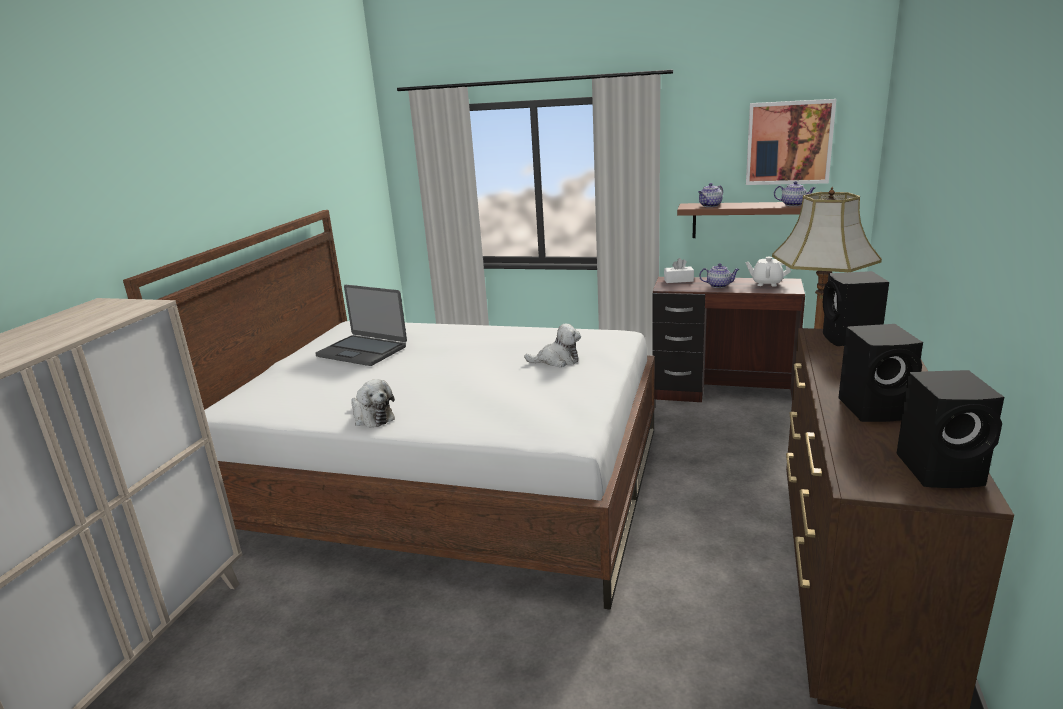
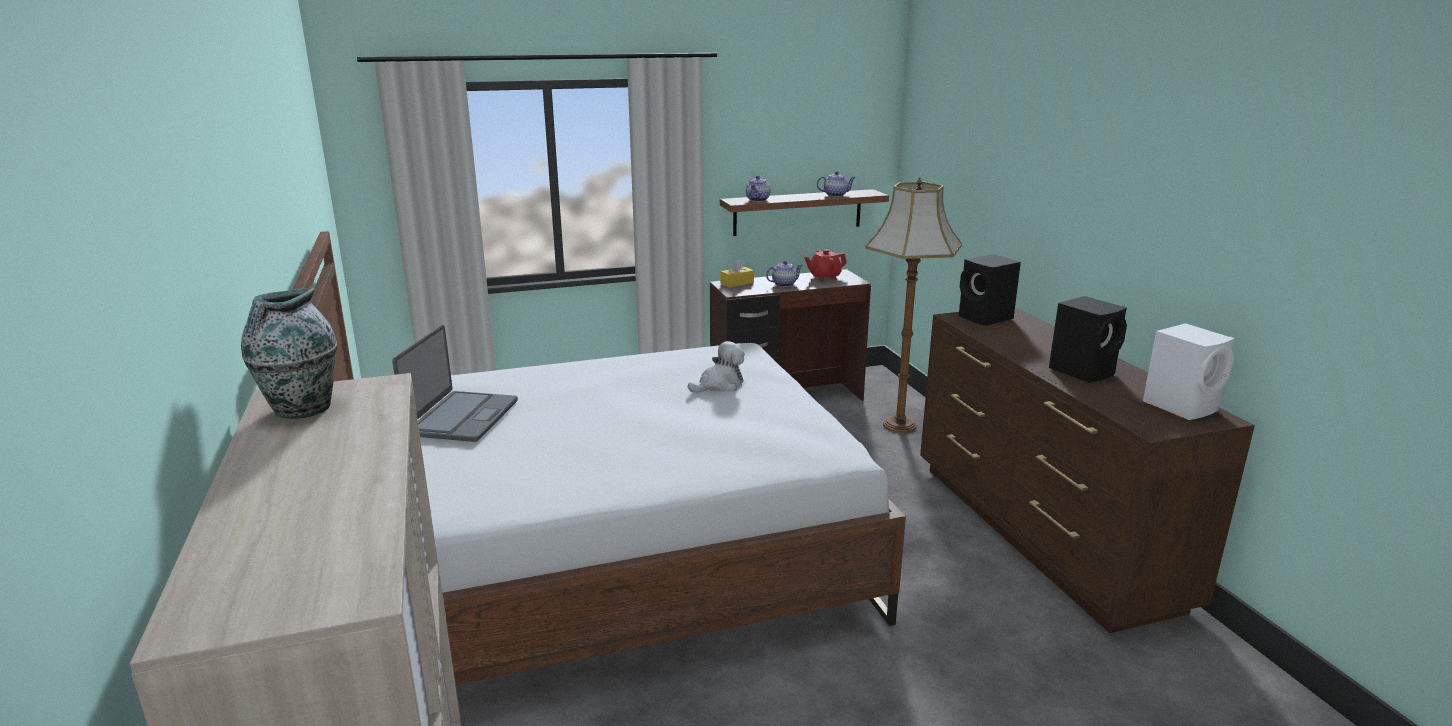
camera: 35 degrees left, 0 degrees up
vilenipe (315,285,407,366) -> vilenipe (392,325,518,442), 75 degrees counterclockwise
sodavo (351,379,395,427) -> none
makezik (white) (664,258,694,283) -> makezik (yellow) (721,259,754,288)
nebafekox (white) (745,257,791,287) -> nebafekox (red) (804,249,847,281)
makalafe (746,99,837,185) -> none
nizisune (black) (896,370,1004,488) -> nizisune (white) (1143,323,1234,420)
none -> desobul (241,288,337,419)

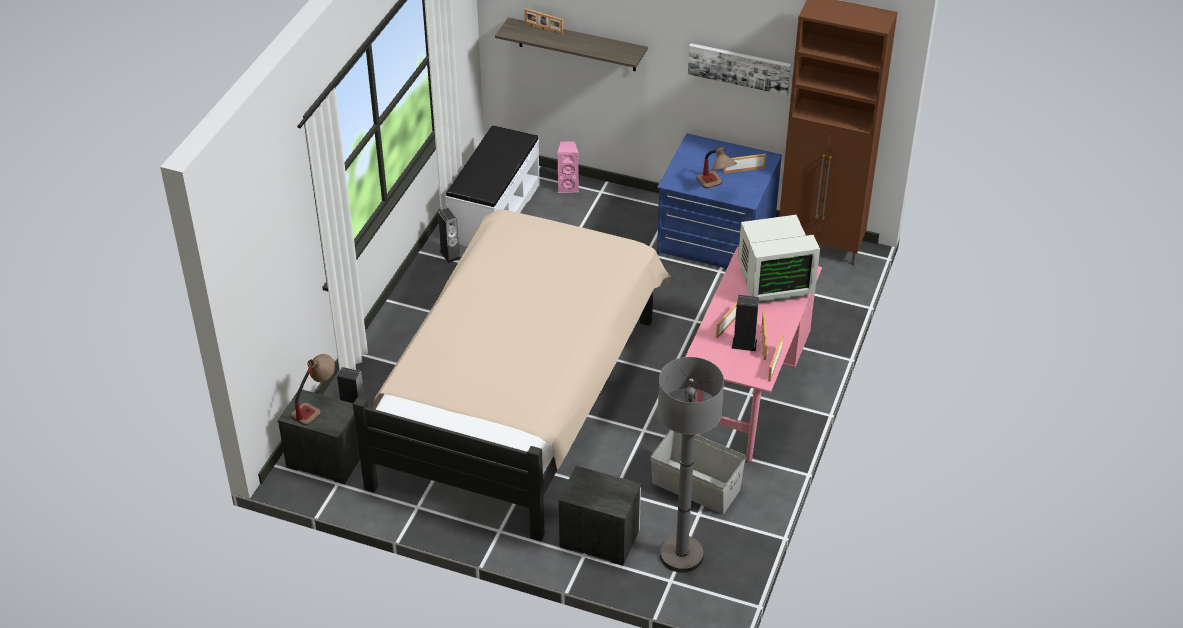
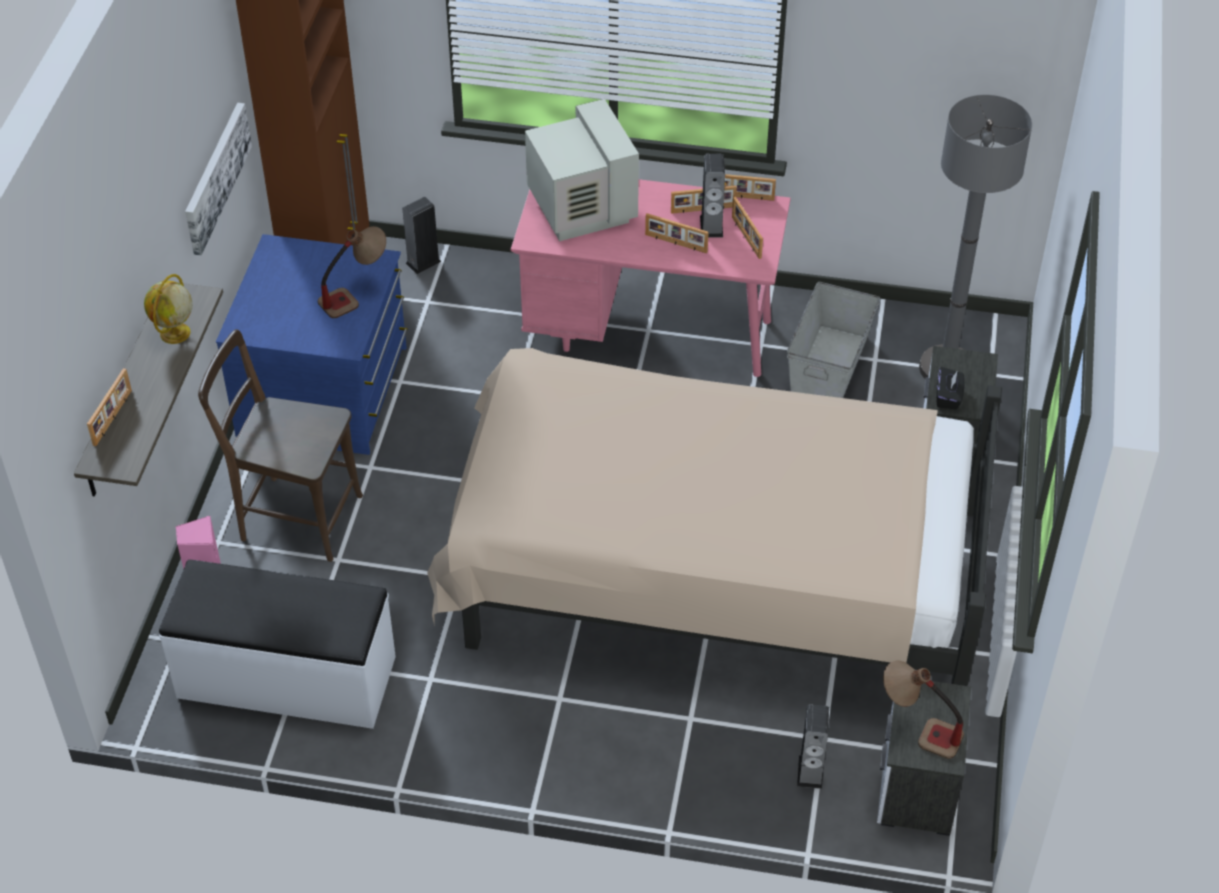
camera: 100 degrees left, 5 degrees up
nizisune (438,208,461,263) -> nizisune (402,196,441,274), relocated
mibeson (723,154,766,174) -> mibeson (732,197,763,259), relocated
none -> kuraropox (144,274,192,344)
none -> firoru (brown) (198,329,363,562)
none -> makezik (black) (936,367,964,409)

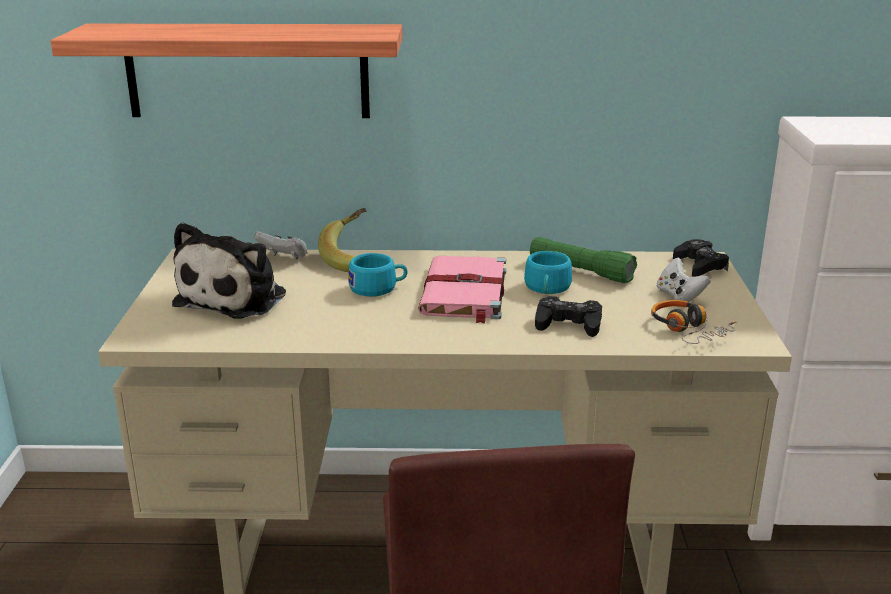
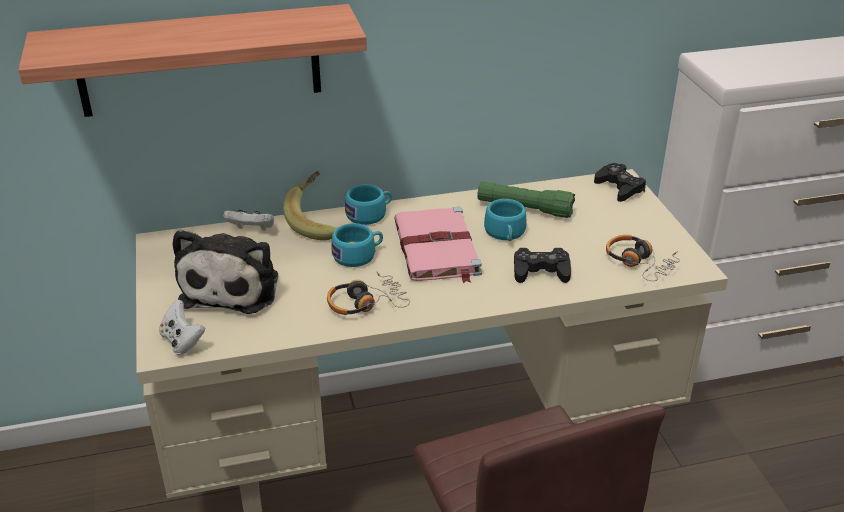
camera: 15 degrees left, 10 degrees up
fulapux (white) (657,257,710,302) -> fulapux (white) (159,300,205,355), relocated
none -> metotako (327,272,410,315)
none -> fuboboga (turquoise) (345,184,392,225)

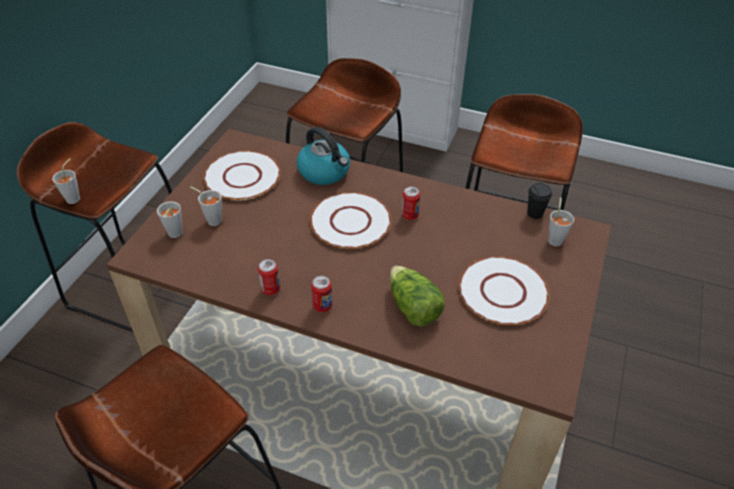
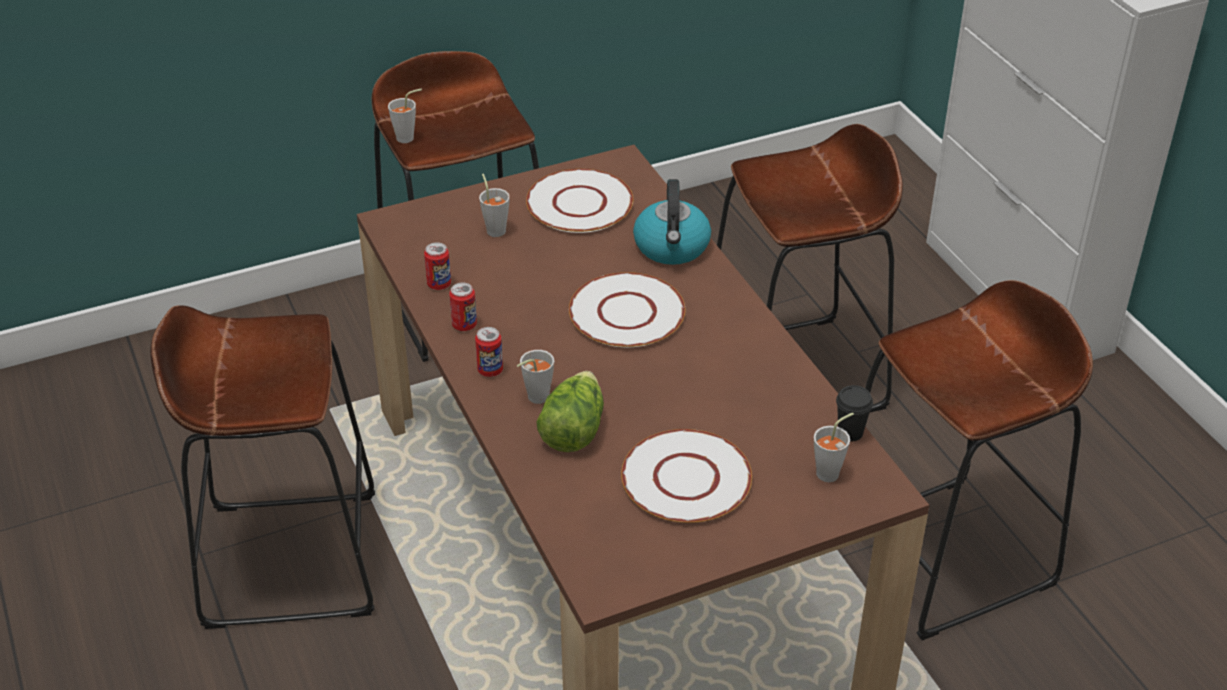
camera: 45 degrees right, 5 degrees down
fuboboga (grey) (157,201,183,238) -> fuboboga (grey) (517,350,554,404), relocated
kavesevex (402,187,420,220) -> kavesevex (424,242,451,290), relocated

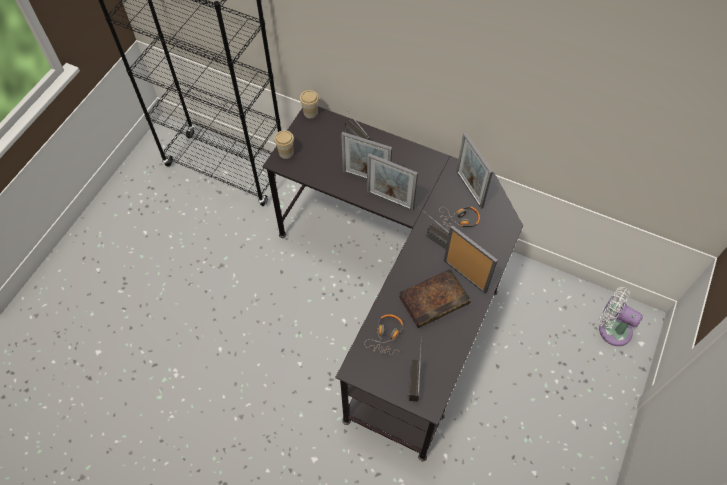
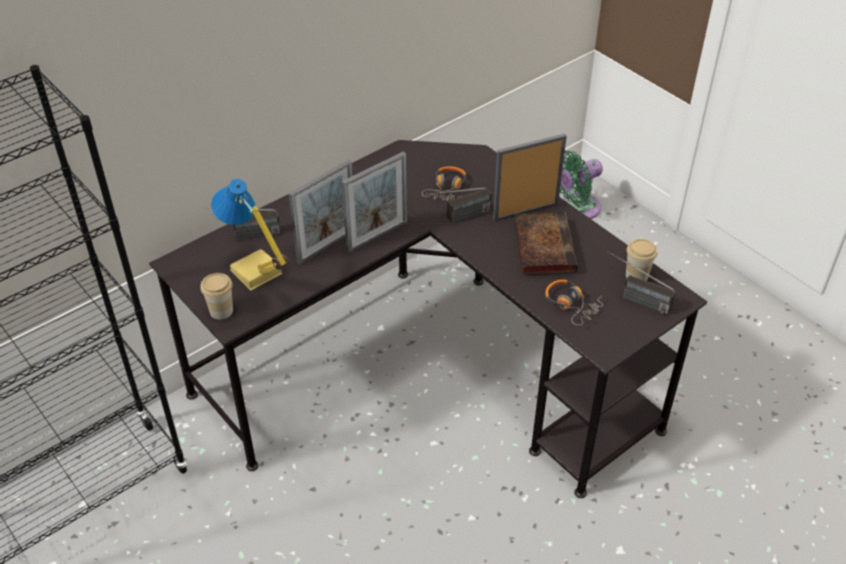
camera: 65 degrees left, 15 degrees down
fuboboga (300,90,319,118) -> fuboboga (626,239,658,281), relocated
mibeson (456,132,493,209) -> none
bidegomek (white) (599,287,643,346) -> bidegomek (green) (560,151,603,219)
none -> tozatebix (211,179,289,291)

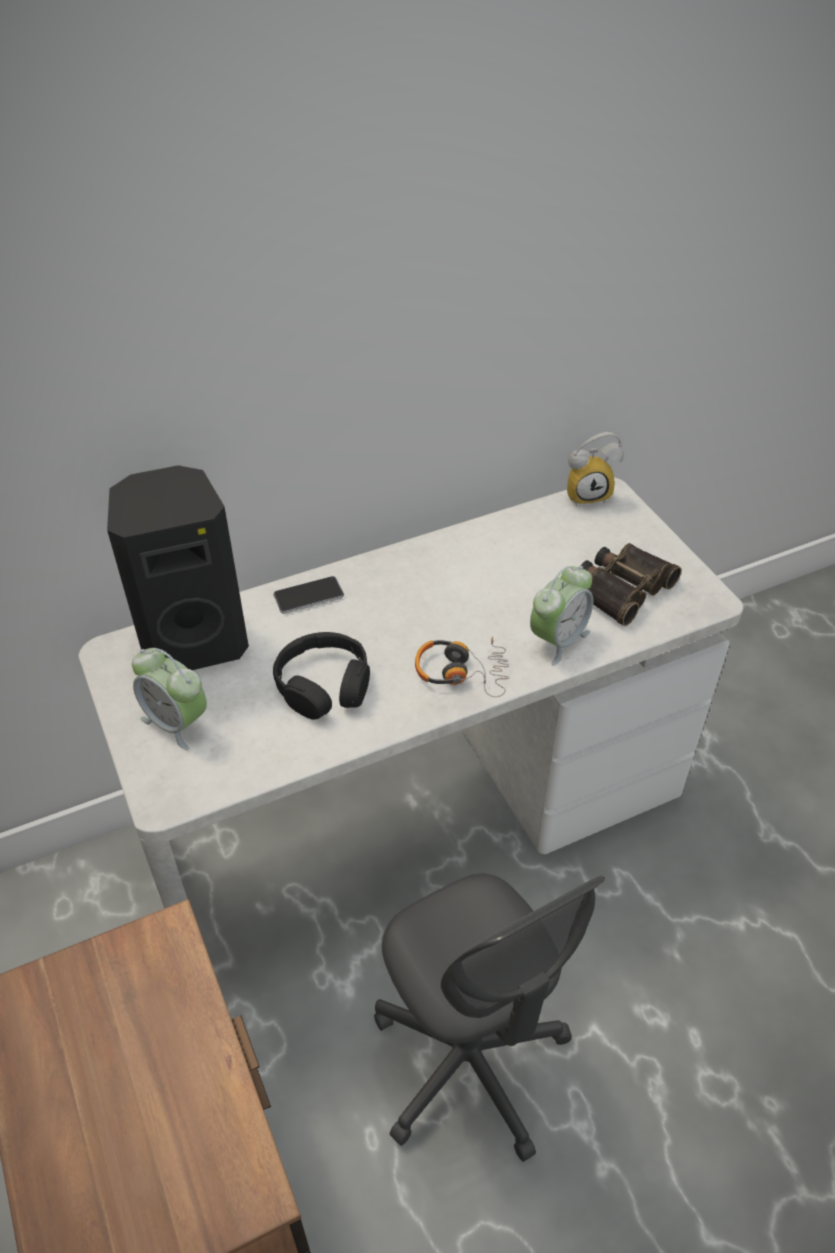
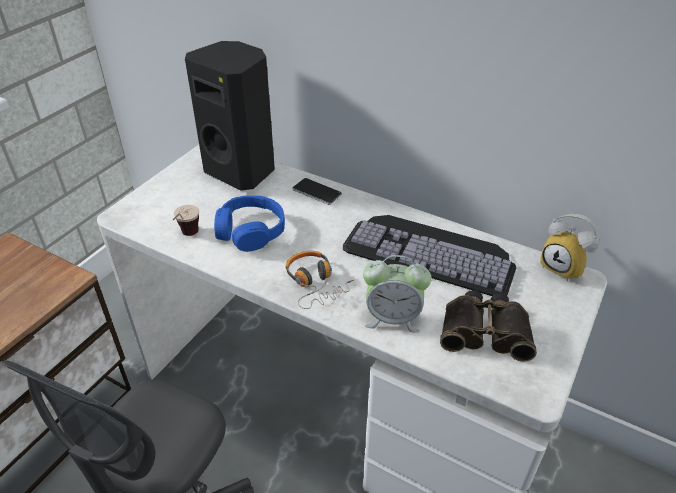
camera: 55 degrees right, 5 degrees down
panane (132,647,207,750) -> none
metotako (black) (273,632,370,720) -> metotako (blue) (214,195,285,252)
none -> fuboboga (173,205,199,236)
none -> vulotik (343,215,516,296)

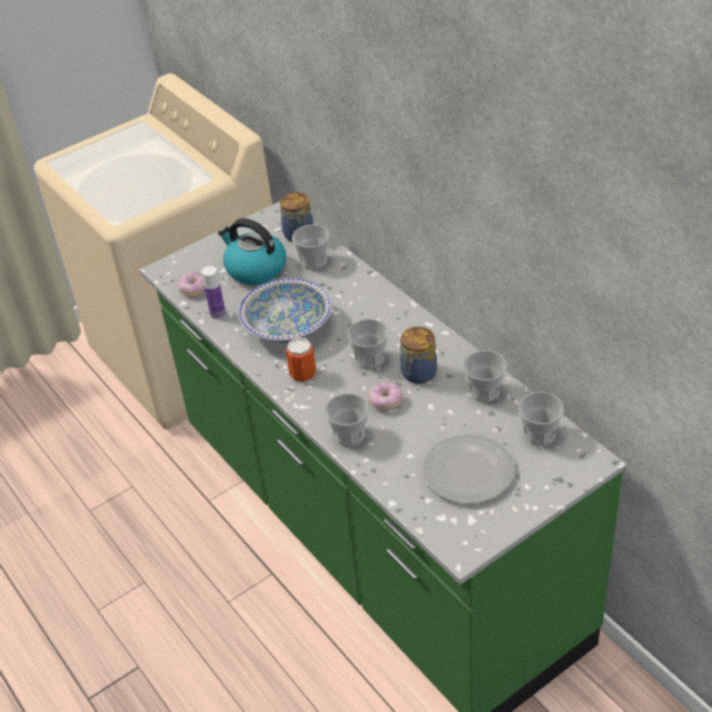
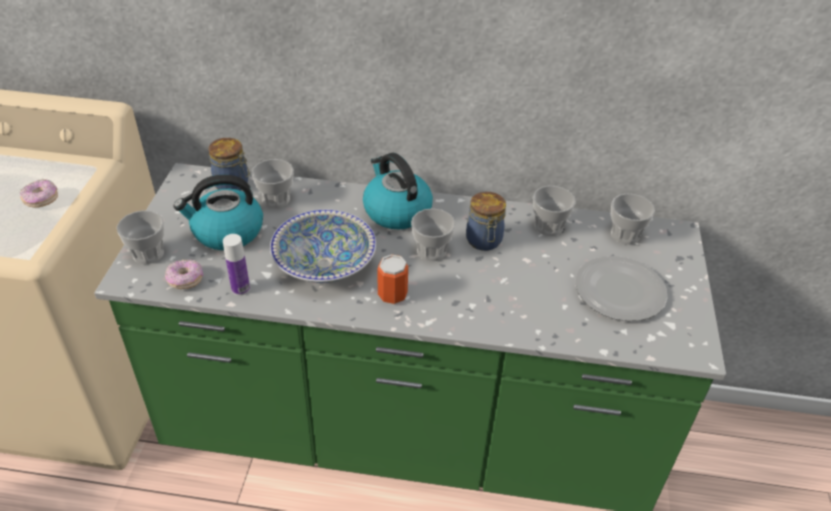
camera: 50 degrees left, 0 degrees up
fuboboga (325,394,369,447) -> fuboboga (117,210,165,264), relocated
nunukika (368,382,402,410) -> nunukika (20,179,58,208), relocated
none -> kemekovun (363,153,433,229)

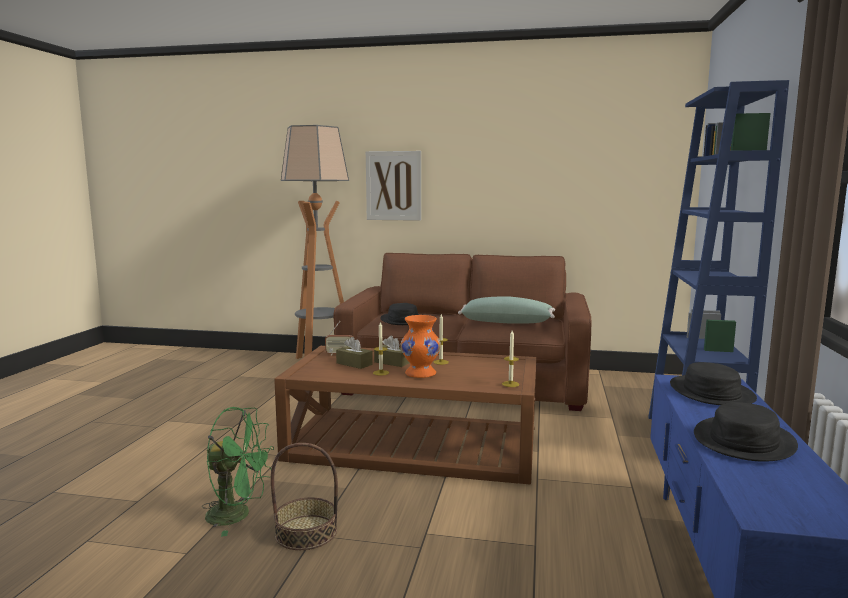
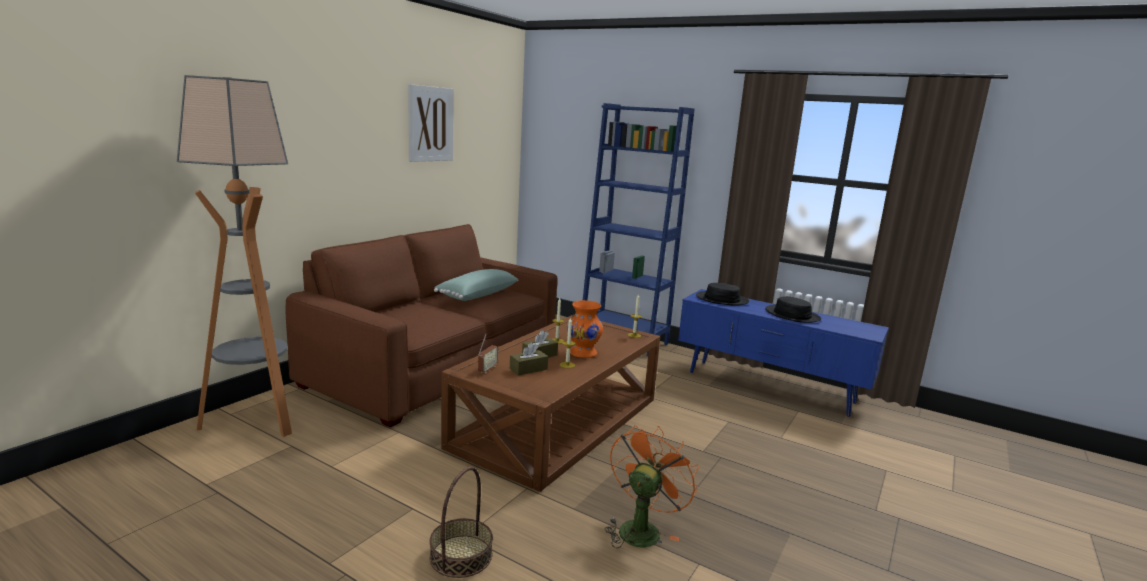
camera: 70 degrees left, 5 degrees up
bidegomek (green) (202,407,274,537) -> bidegomek (orange) (605,425,699,548)
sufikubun (271,443,338,550) -> sufikubun (430,467,493,578), relocated
makalafe (366,151,421,221) -> makalafe (408,84,454,162), relocated
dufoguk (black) (380,303,420,325) -> none

